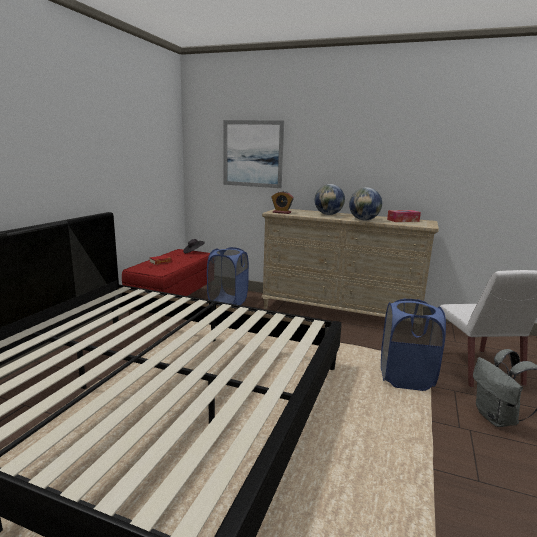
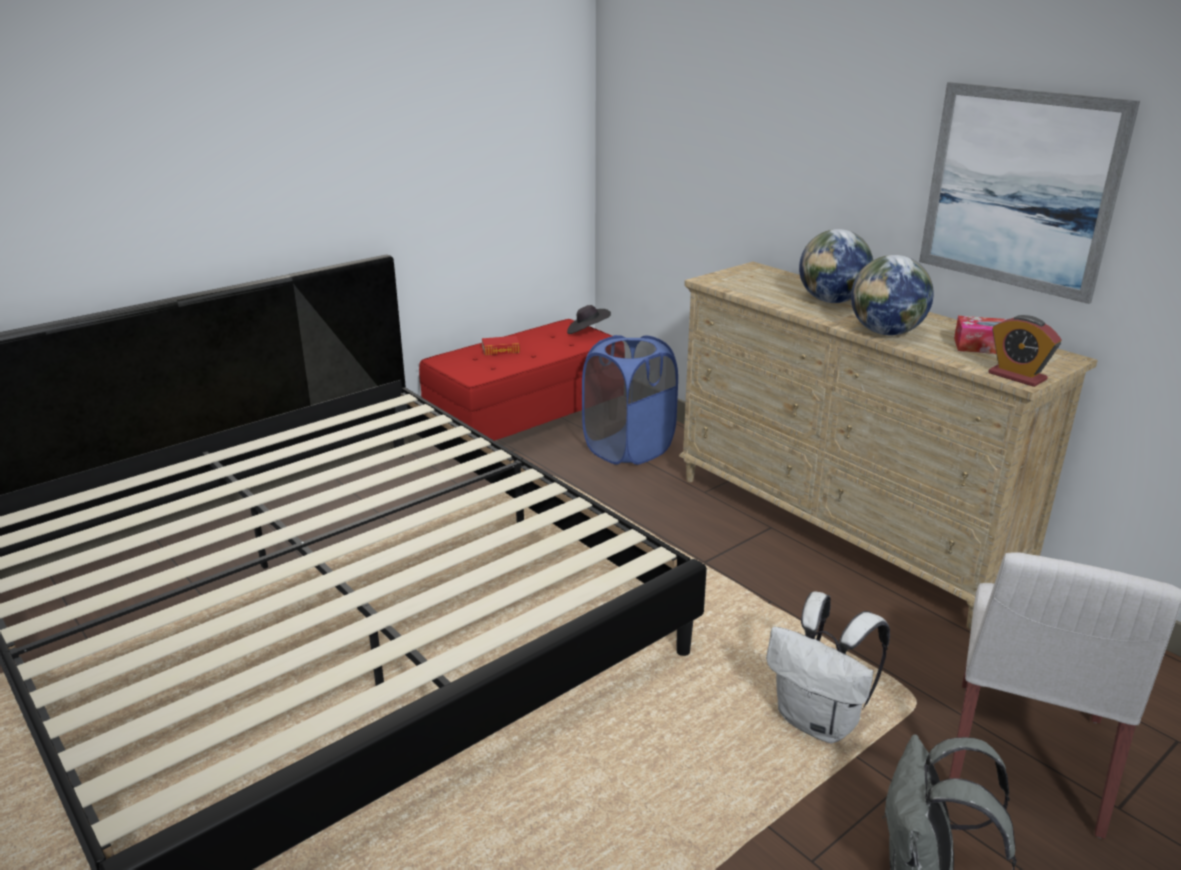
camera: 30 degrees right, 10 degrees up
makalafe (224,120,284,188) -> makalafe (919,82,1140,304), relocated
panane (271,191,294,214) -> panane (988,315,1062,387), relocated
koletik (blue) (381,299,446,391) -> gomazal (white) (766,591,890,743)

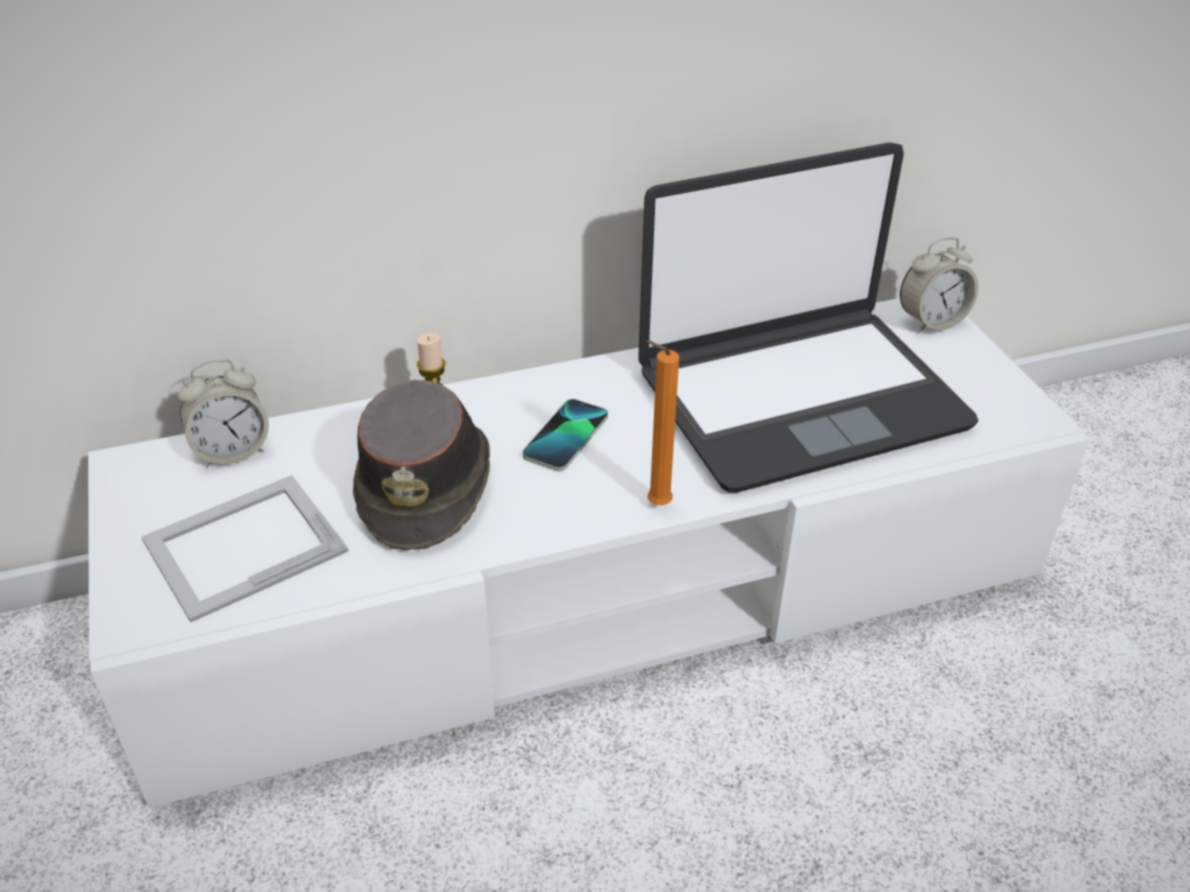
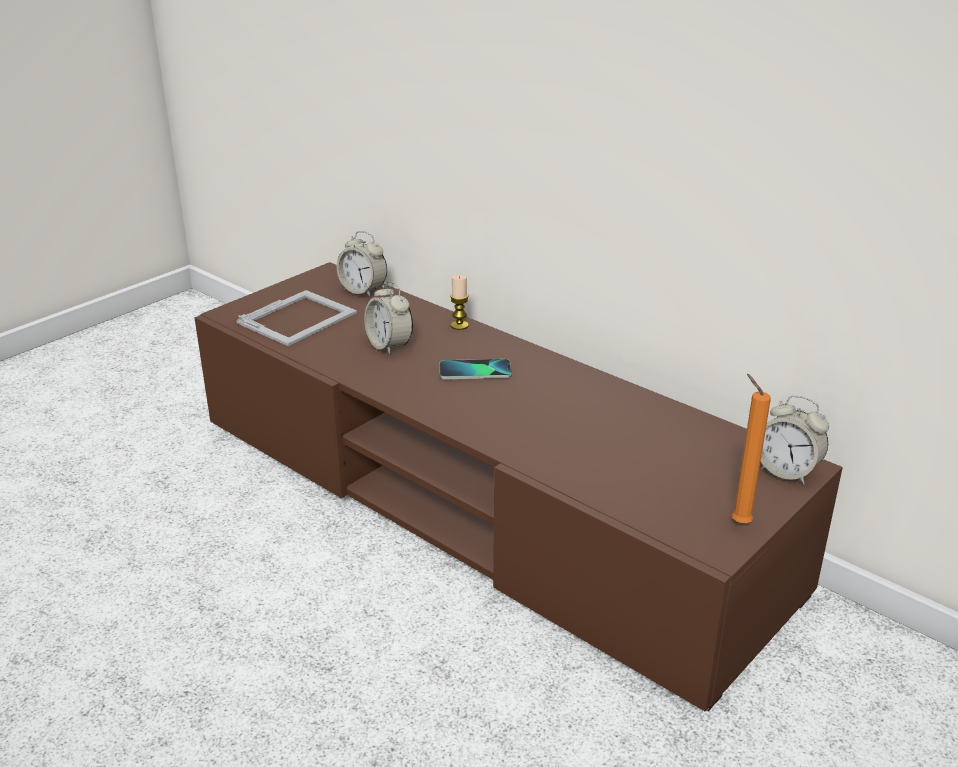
camera: 60 degrees right, 10 degrees down
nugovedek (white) (88,298,1090,808) -> nugovedek (brown) (194,262,843,711)
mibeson (142,475,348,622) -> mibeson (237,290,357,346), 105 degrees clockwise
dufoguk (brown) (353,380,490,551) -> panane (364,281,413,355)
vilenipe (638,143,978,493) -> none
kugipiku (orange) (646,340,679,505) -> kugipiku (orange) (732,374,771,524), relocated

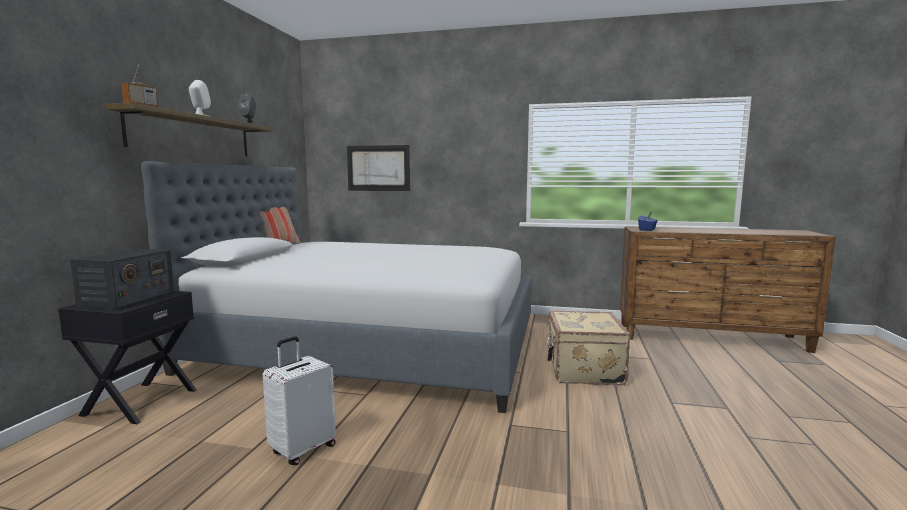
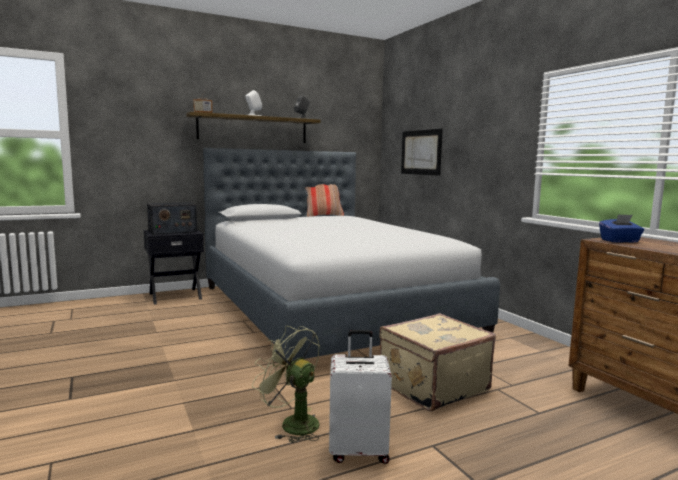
camera: 50 degrees right, 0 degrees up
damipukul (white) (263,336,336,465) -> damipukul (white) (329,330,392,464), relocated
none -> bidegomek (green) (252,326,320,443)

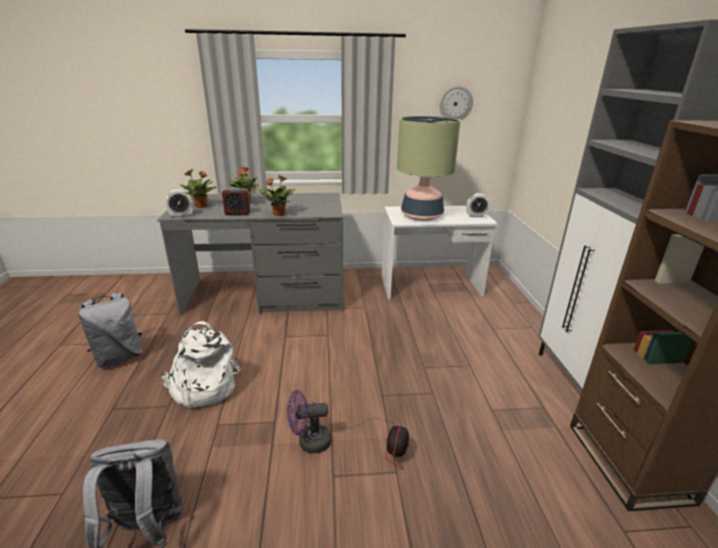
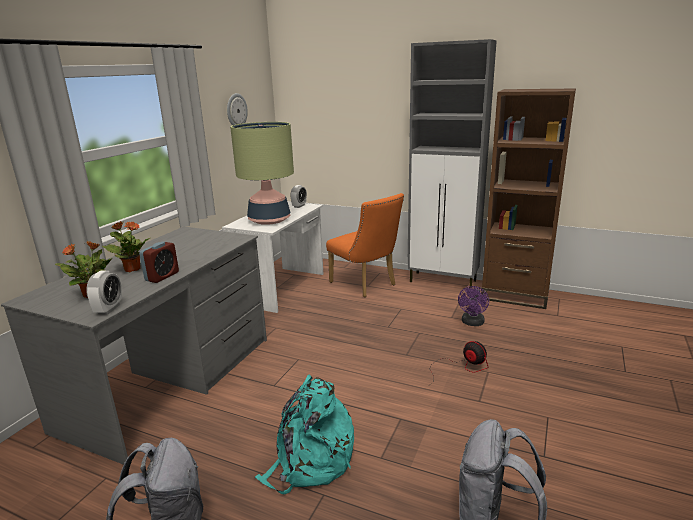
camera: 60 degrees left, 5 degrees down
gomazal (white) (161,321,241,408) -> gomazal (turquoise) (255,375,354,494)
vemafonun (258,175,296,216) -> none
bidegomek (purple) (287,390,331,453) -> bidegomek (purple) (458,286,489,326), relocated
none -> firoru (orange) (326,193,404,297)

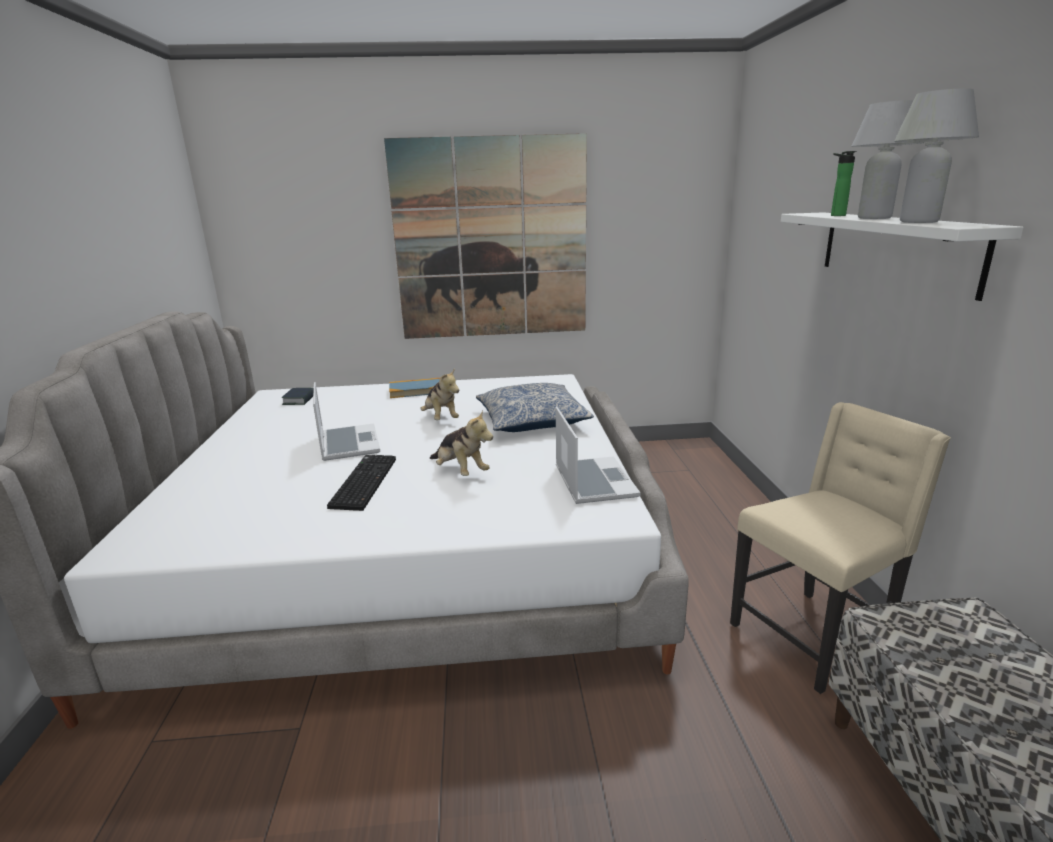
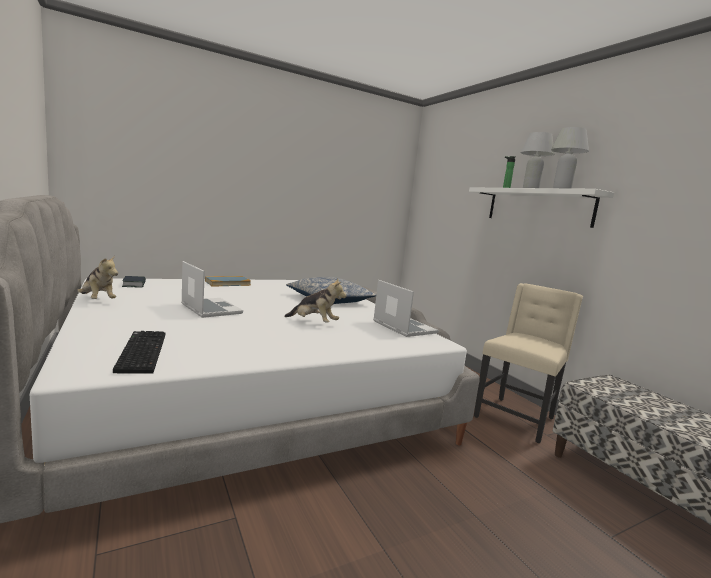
camera: 25 degrees left, 10 degrees down
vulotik (327,455,396,511) -> vulotik (113,331,165,373), relocated
makalafe (384,133,587,339) -> none
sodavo (420,369,459,420) -> sodavo (77,255,118,299), relocated

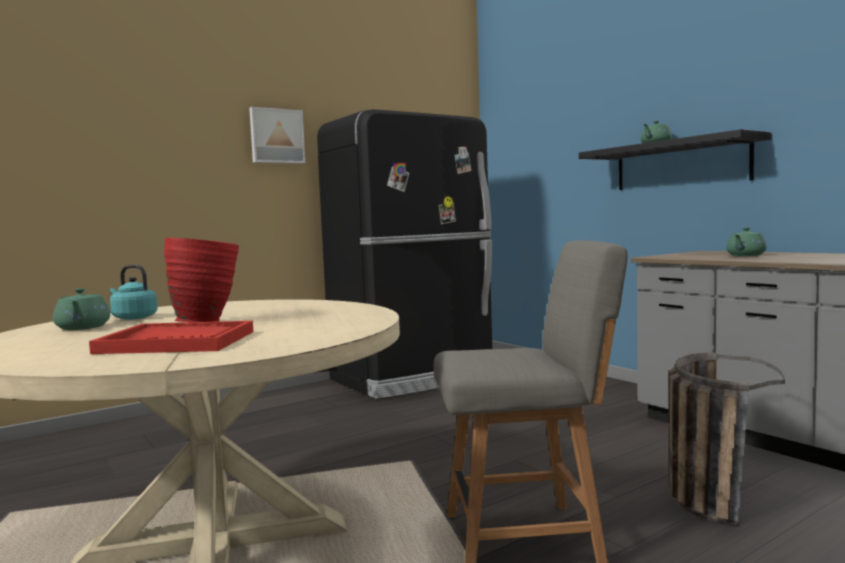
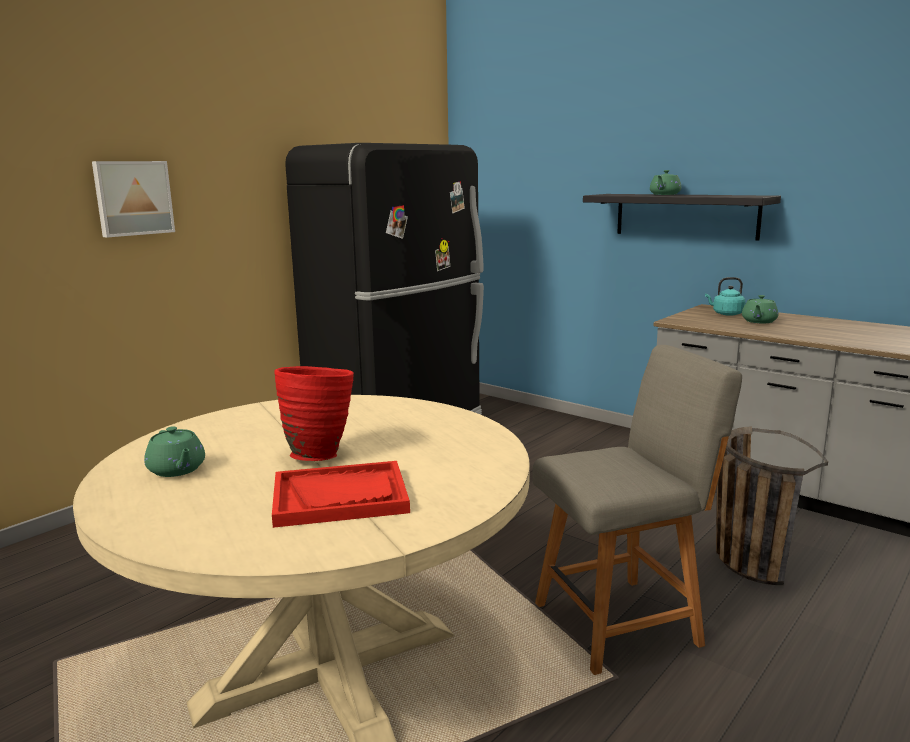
camera: 15 degrees left, 10 degrees up
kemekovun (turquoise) (110,265,158,320) -> kemekovun (turquoise) (705,277,746,316), relocated
makalafe (249,107,306,164) -> makalafe (92,161,175,237), relocated

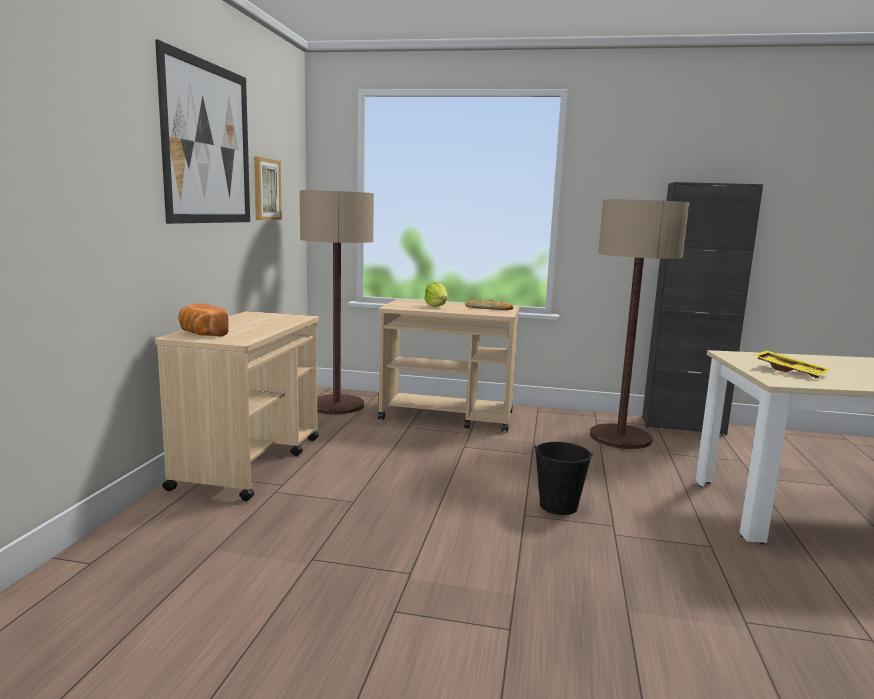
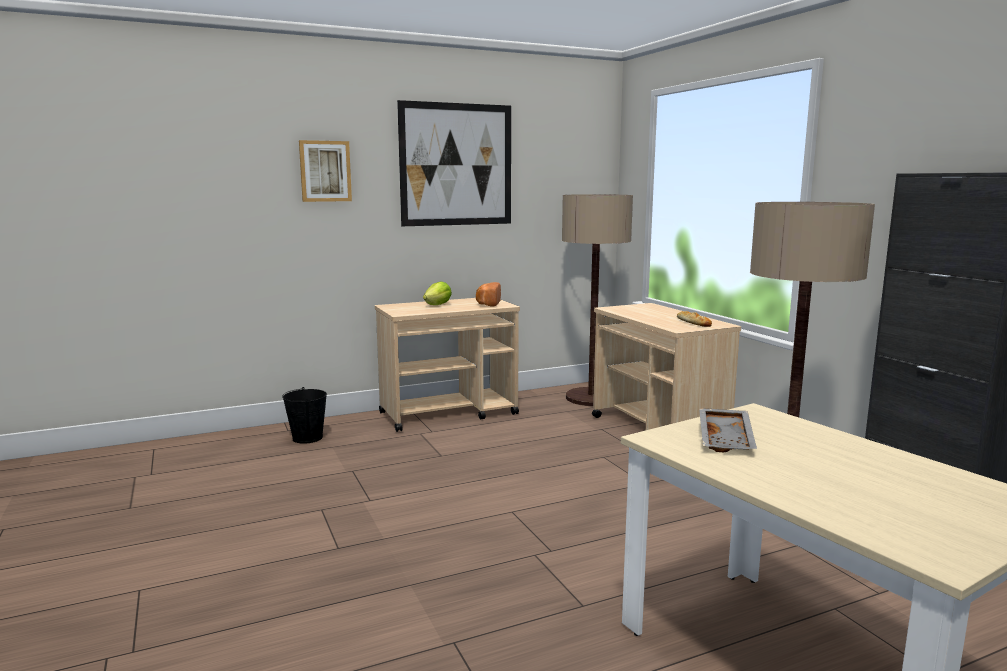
camera: 55 degrees right, 0 degrees up
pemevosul (179,303,229,336) -> pemevosul (476,282,501,307), relocated
makalafe (254,157,282,220) -> makalafe (299,140,352,202), relocated
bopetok (424,282,448,307) -> bopetok (423,282,452,305), relocated
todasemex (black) (534,442,593,515) -> todasemex (black) (282,387,327,444), relocated
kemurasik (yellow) (753,351,831,378) -> kemurasik (grey) (699,408,757,452)

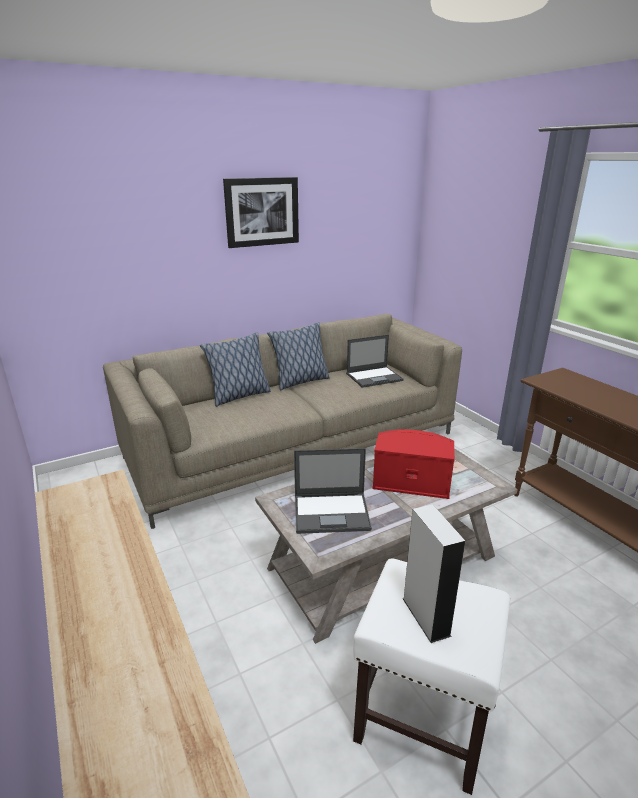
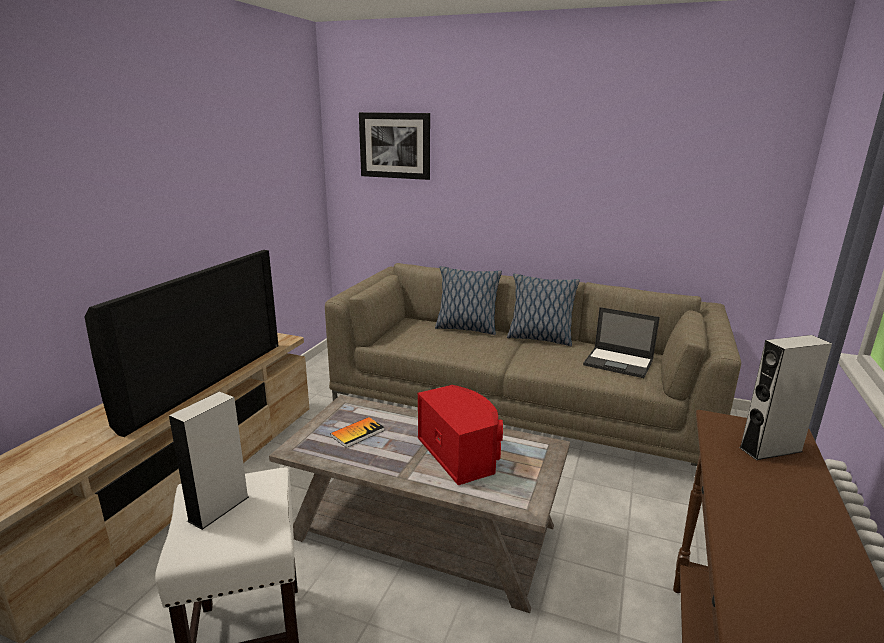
camera: 50 degrees right, 5 degrees down
makalafe (223,177,299,248) -> makalafe (359,112,430,180), relocated
vilenipe (294,448,372,534) -> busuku (330,417,385,448)
none -> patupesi (85,250,278,437)
none -> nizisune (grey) (739,335,832,460)

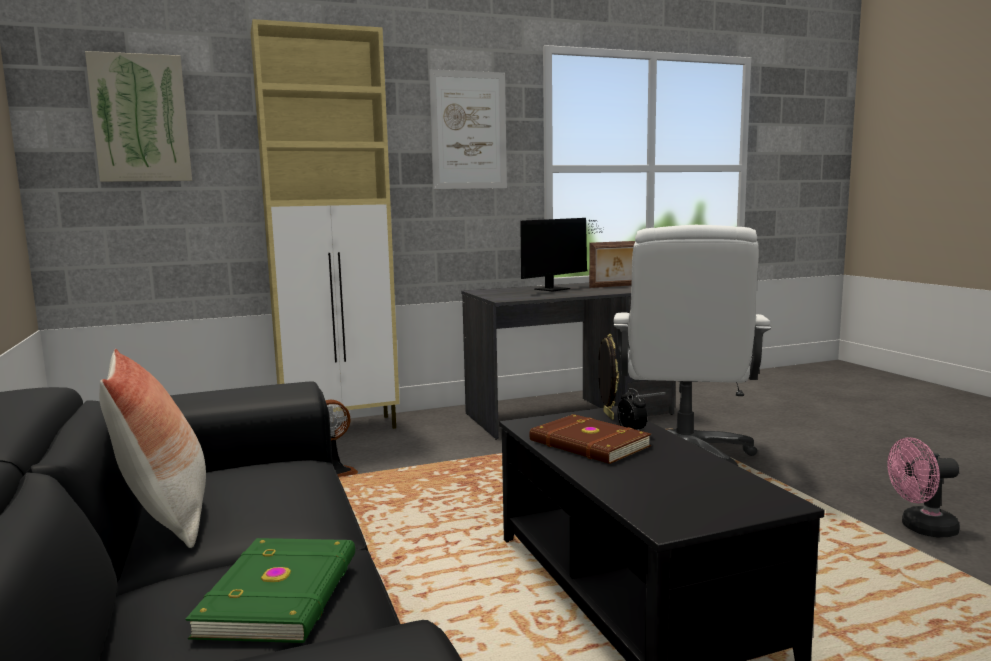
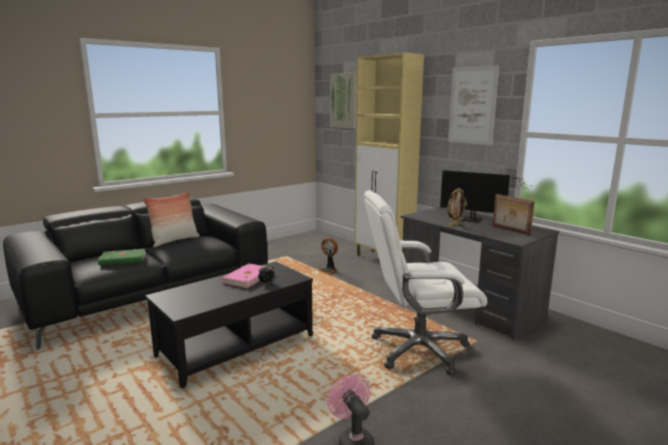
camera: 70 degrees right, 5 degrees up
busuku (brown) (529,414,651,464) -> busuku (pink) (221,263,272,288)
mibeson (598,333,619,420) -> mibeson (447,188,467,226), relocated

